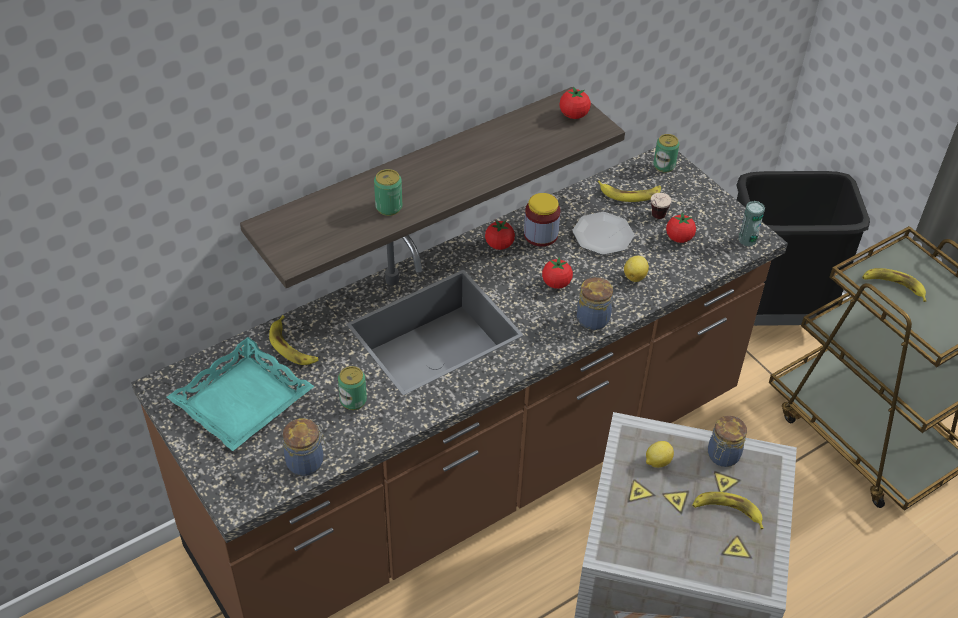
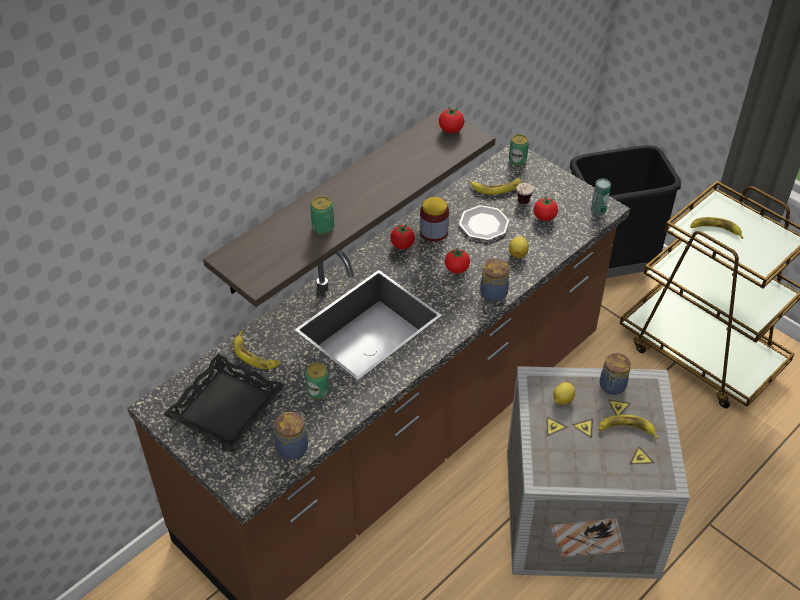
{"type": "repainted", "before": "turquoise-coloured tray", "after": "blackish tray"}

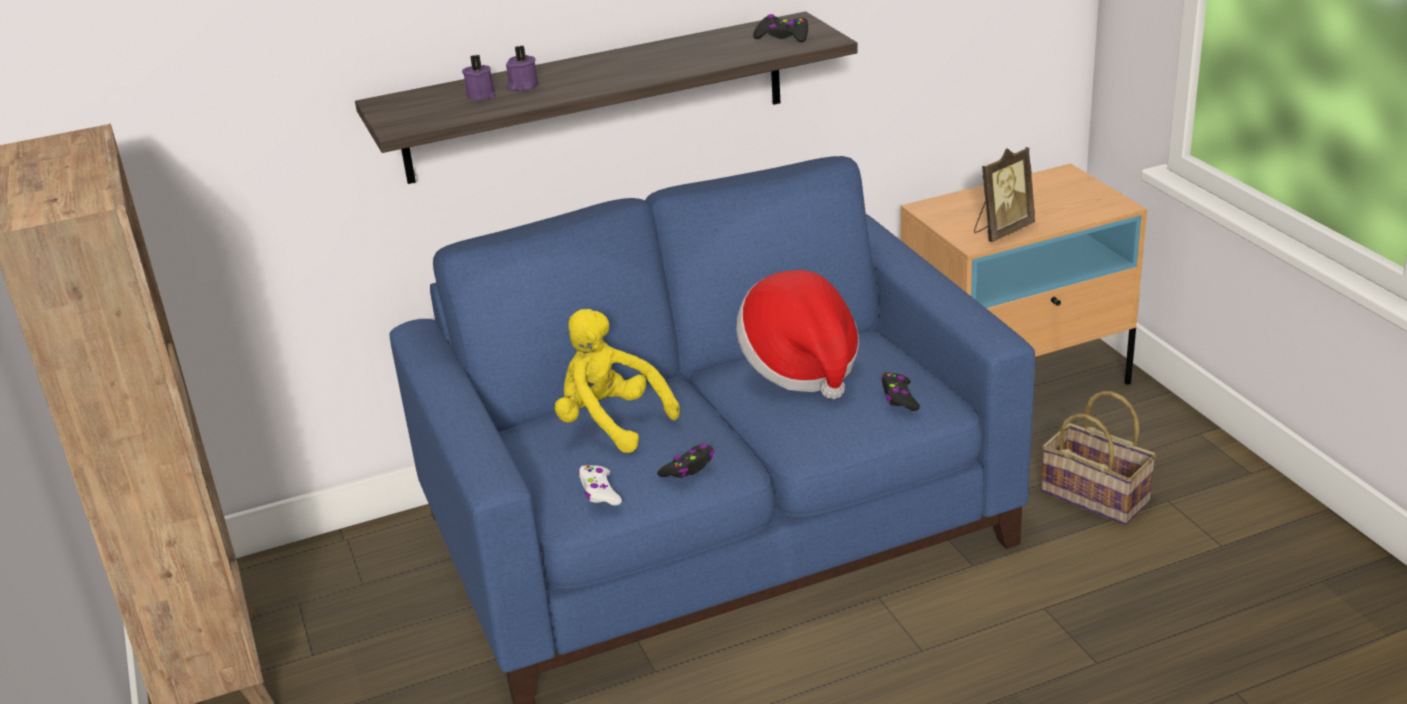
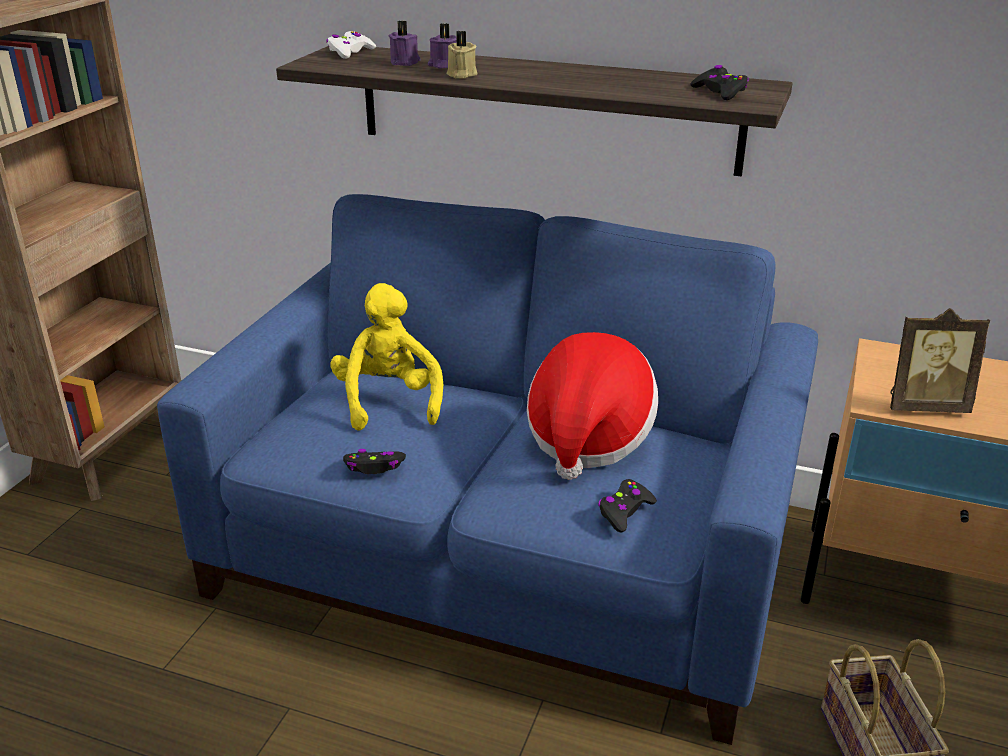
{"type": "shifted", "before": "white game controller"}
{"type": "new", "after": "sand-coloured wax candle"}

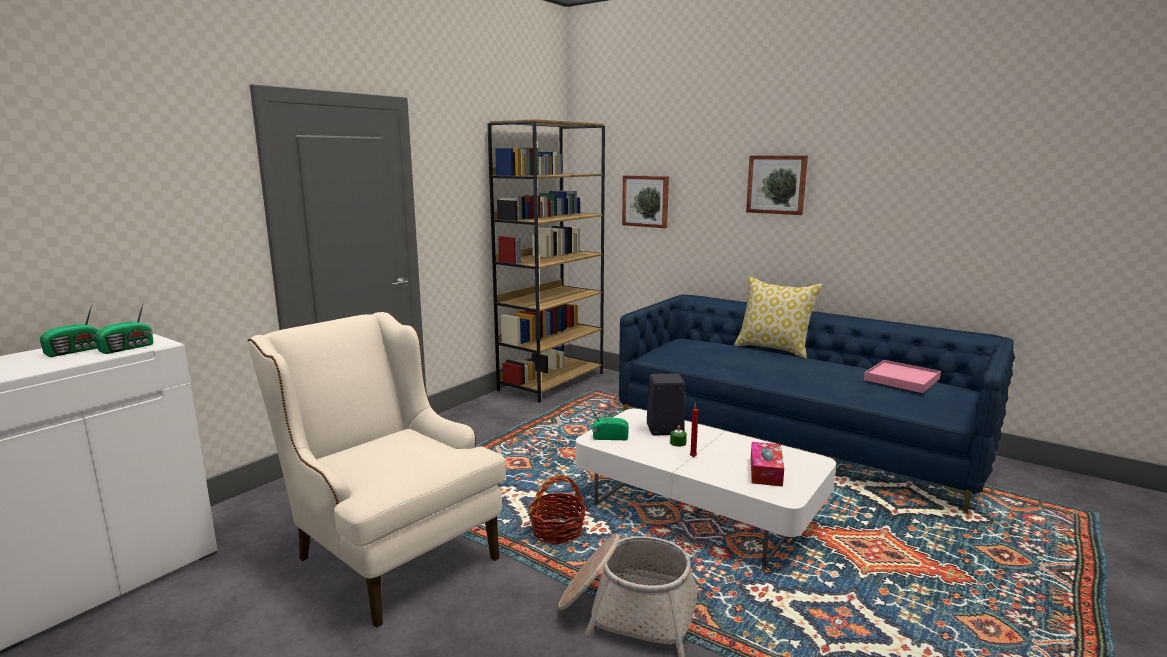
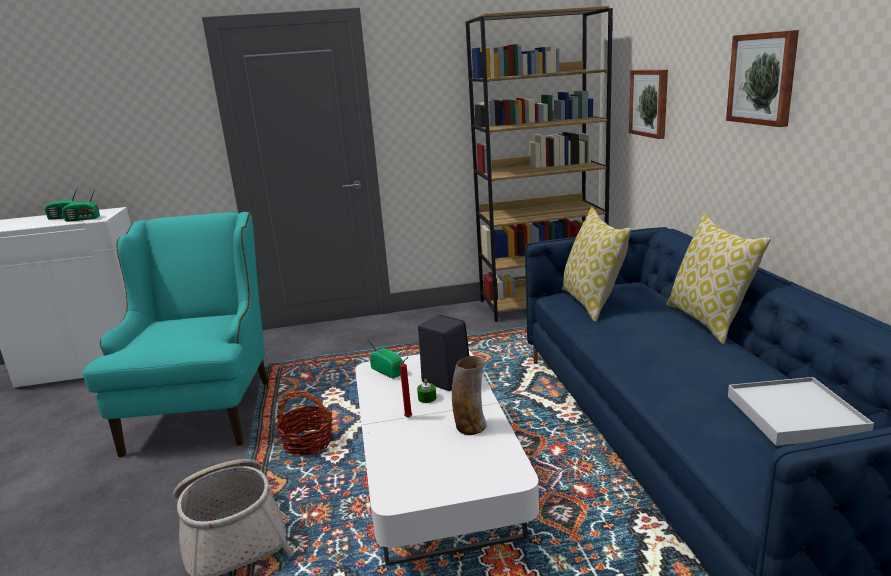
{"type": "repainted", "before": "sand-coloured easy chair", "after": "turquoise-coloured easy chair"}
{"type": "gone", "before": "tissue holder"}
{"type": "repainted", "before": "pinkish tray", "after": "white tray"}
{"type": "new", "after": "decorative vase"}
{"type": "new", "after": "throw pillow (no. 1 from left)"}

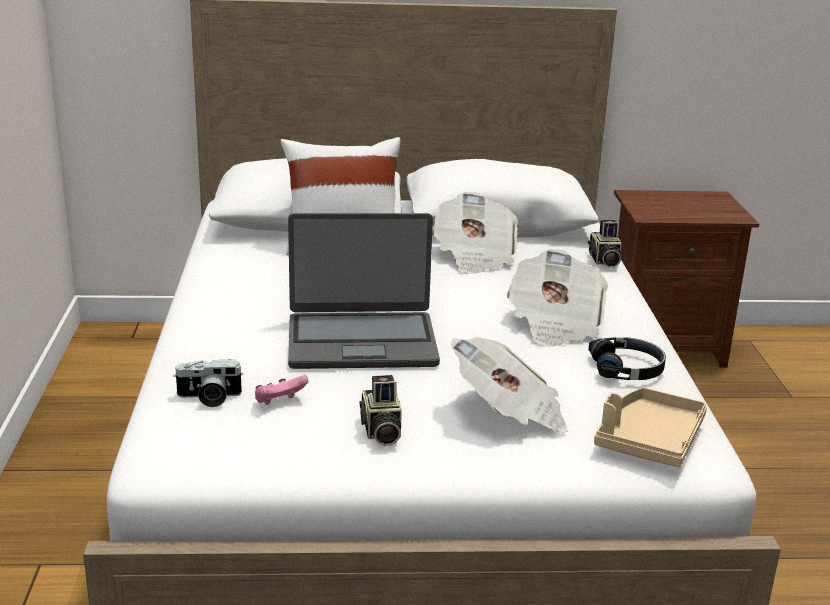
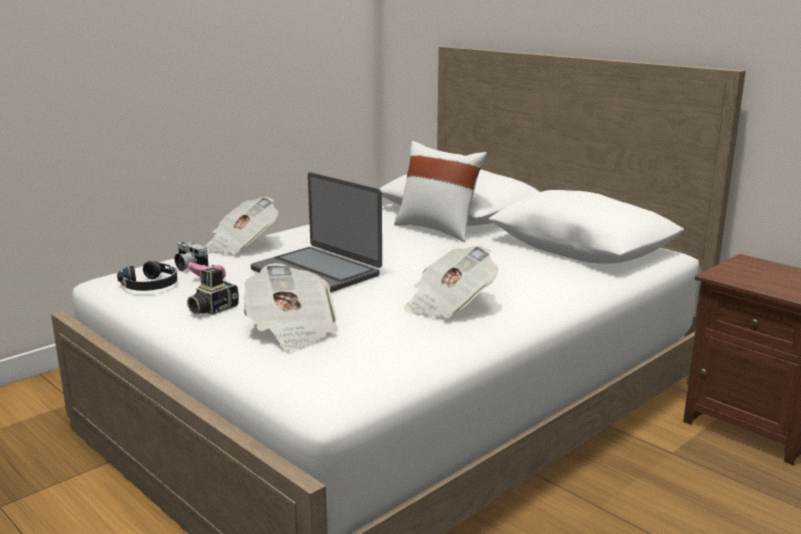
{"type": "shifted", "before": "daily paper (no. 1 from left)"}
{"type": "gone", "before": "photo camera (no. 3 from left)"}
{"type": "shifted", "before": "blackish pair of headphones"}
{"type": "gone", "before": "sand-coloured tray"}

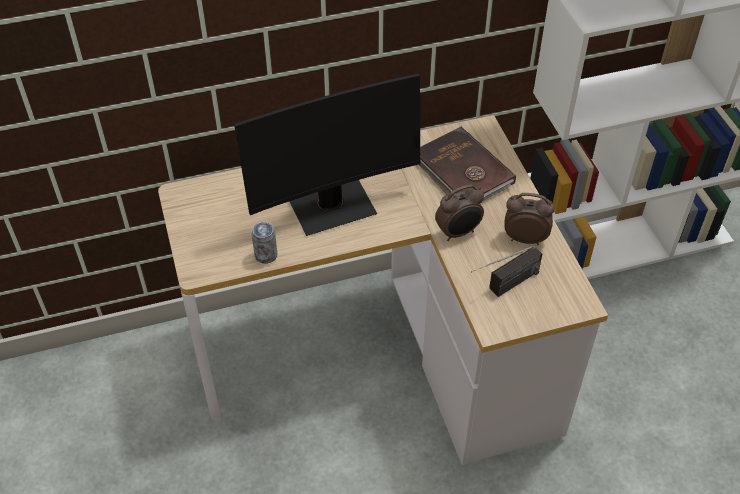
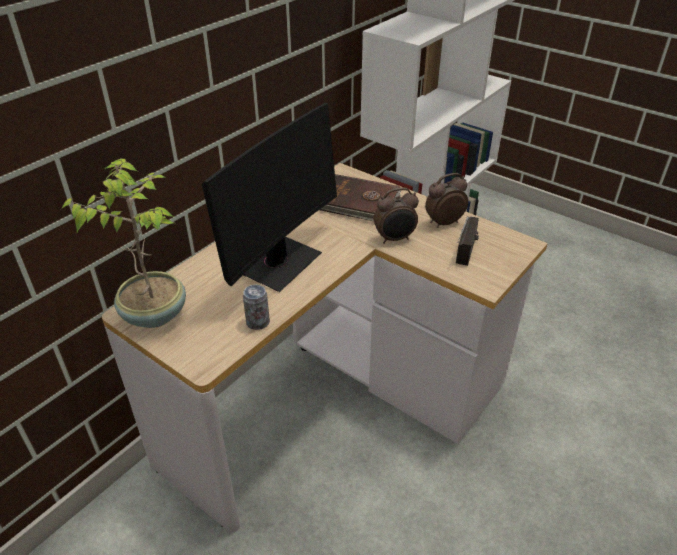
{"type": "rotated", "before": "bedside clock (no. 1 from left)", "turn": 45}
{"type": "new", "after": "houseplant"}

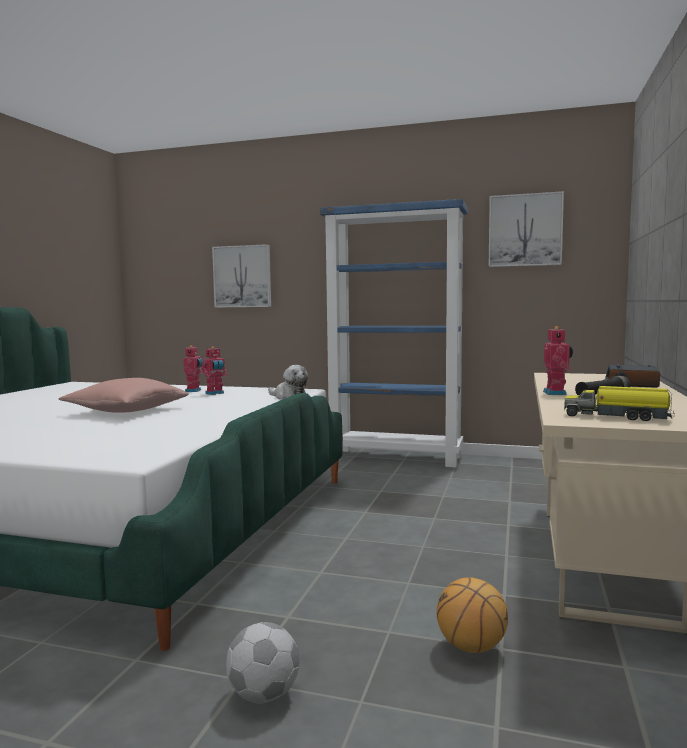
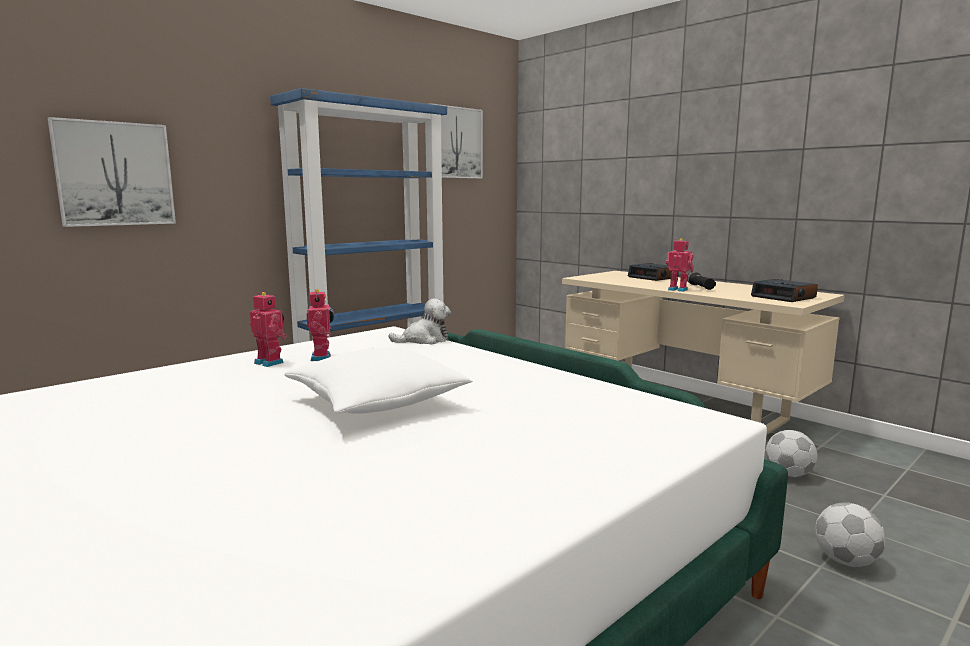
{"type": "repainted", "before": "pinkish throw pillow", "after": "white throw pillow"}
{"type": "swapped", "before": "ball for basketball", "after": "football (no. 1 from left)"}
{"type": "swapped", "before": "toy lorry", "after": "bedside clock (no. 2 from left)"}

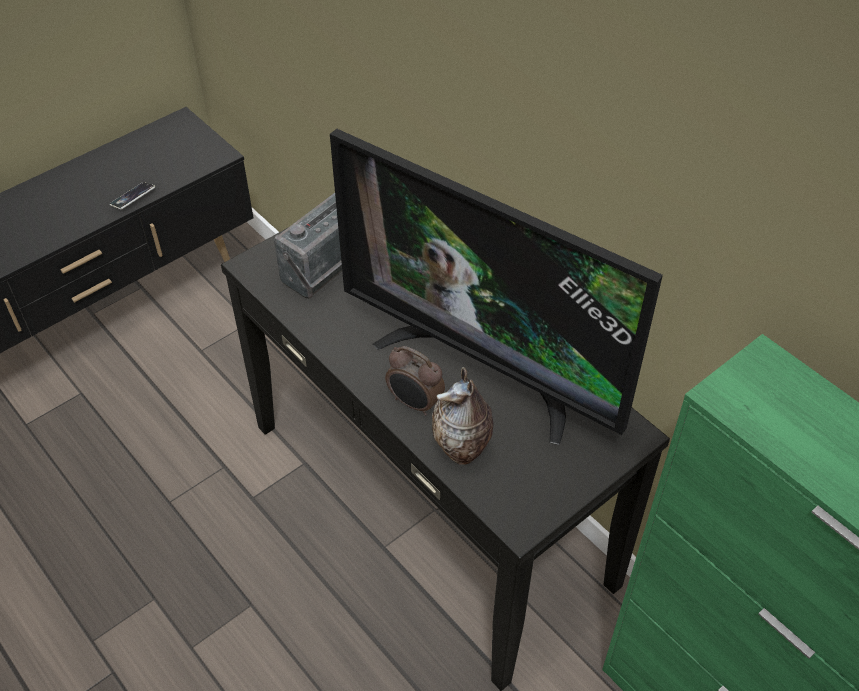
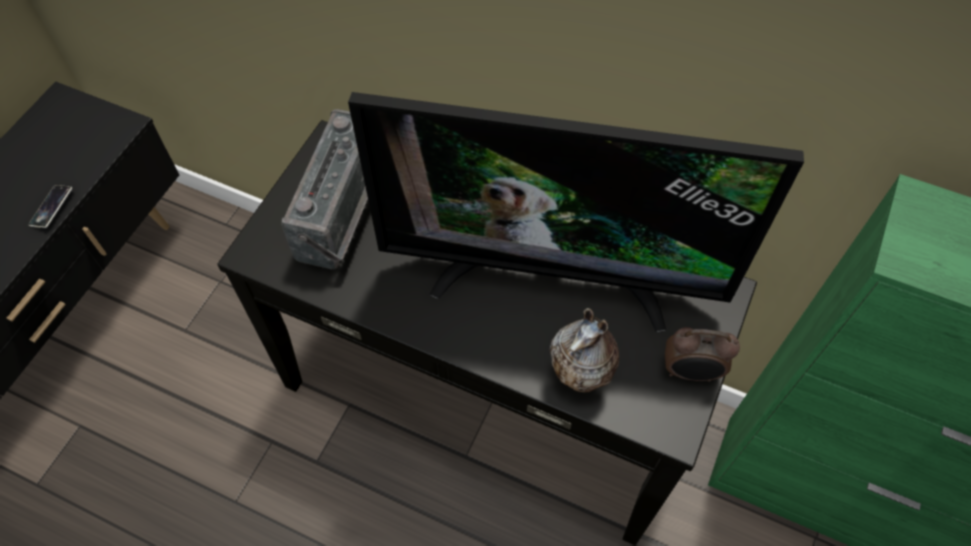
{"type": "shifted", "before": "bedside clock"}

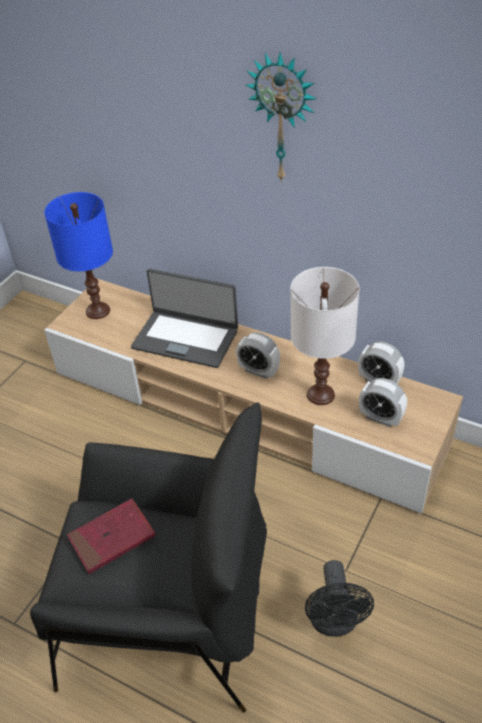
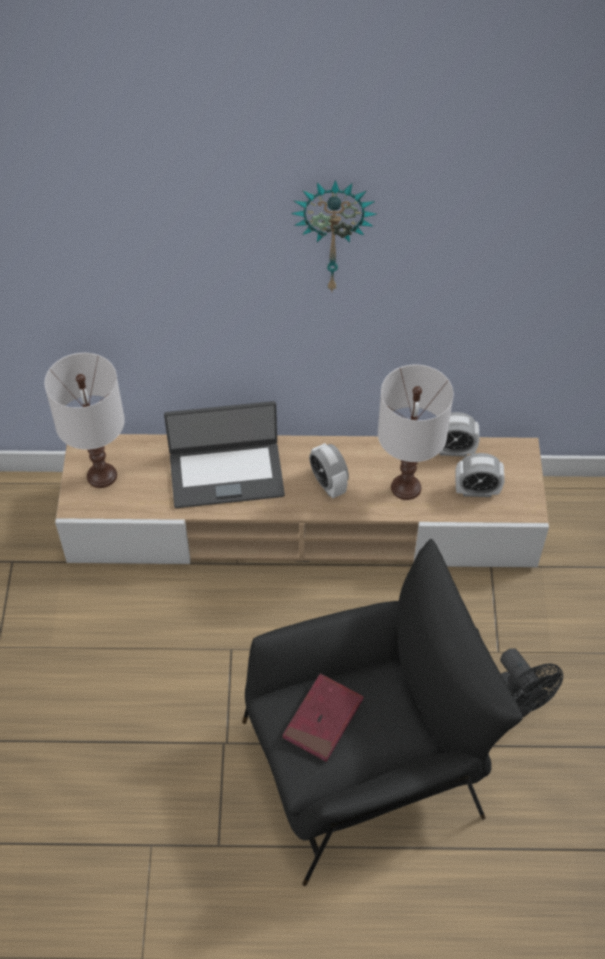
{"type": "repainted", "before": "blue-coloured table lamp", "after": "white table lamp (no. 1 from left)"}
{"type": "rotated", "before": "bedside clock (no. 1 from left)", "turn": 60}

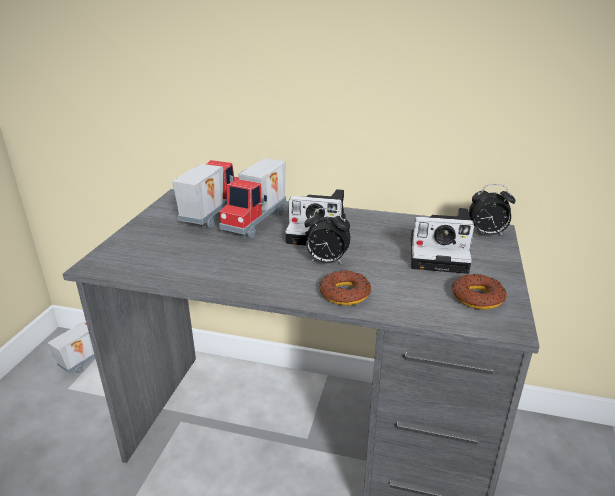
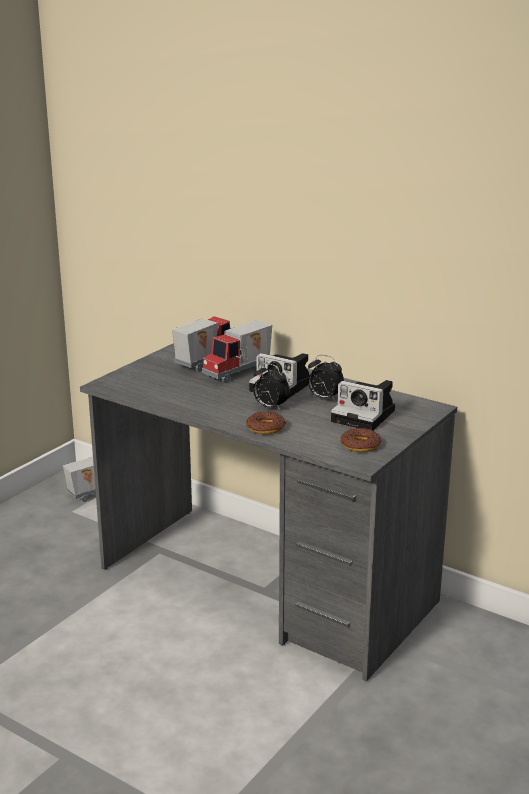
{"type": "shifted", "before": "bedside clock (no. 2 from left)"}

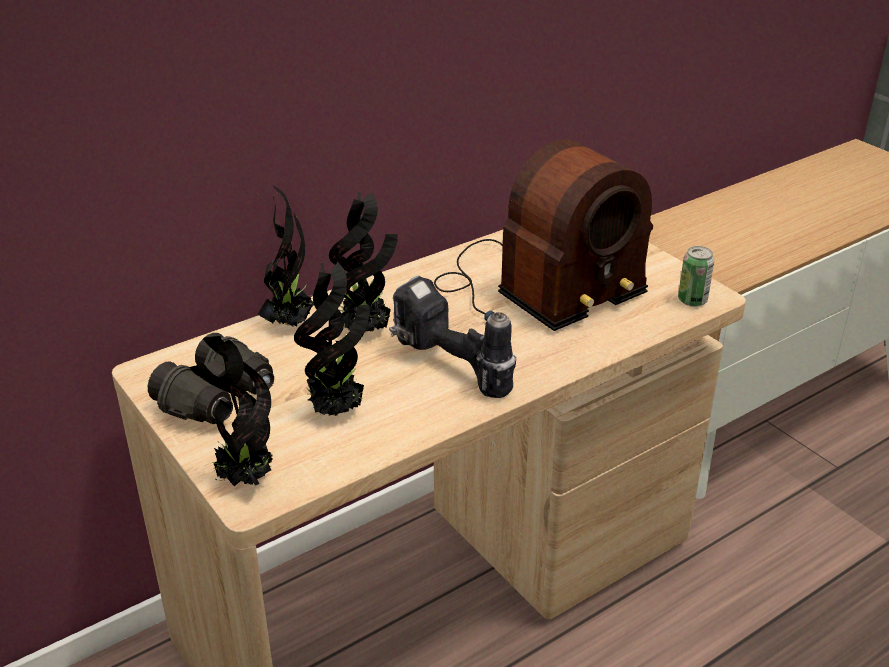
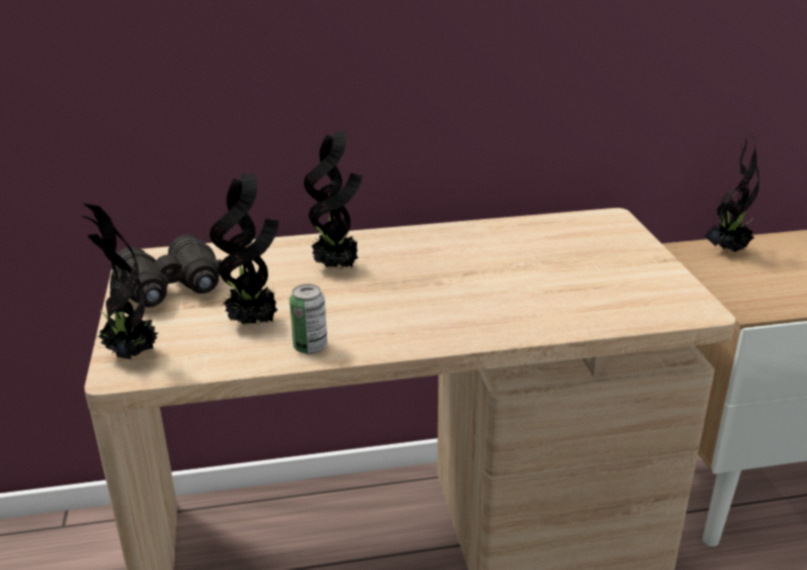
{"type": "shifted", "before": "houseplant (no. 2 from left in the first image)", "after": "houseplant (no. 4 from left)"}
{"type": "gone", "before": "electric drill"}
{"type": "gone", "before": "radio set"}
{"type": "shifted", "before": "metal can"}

